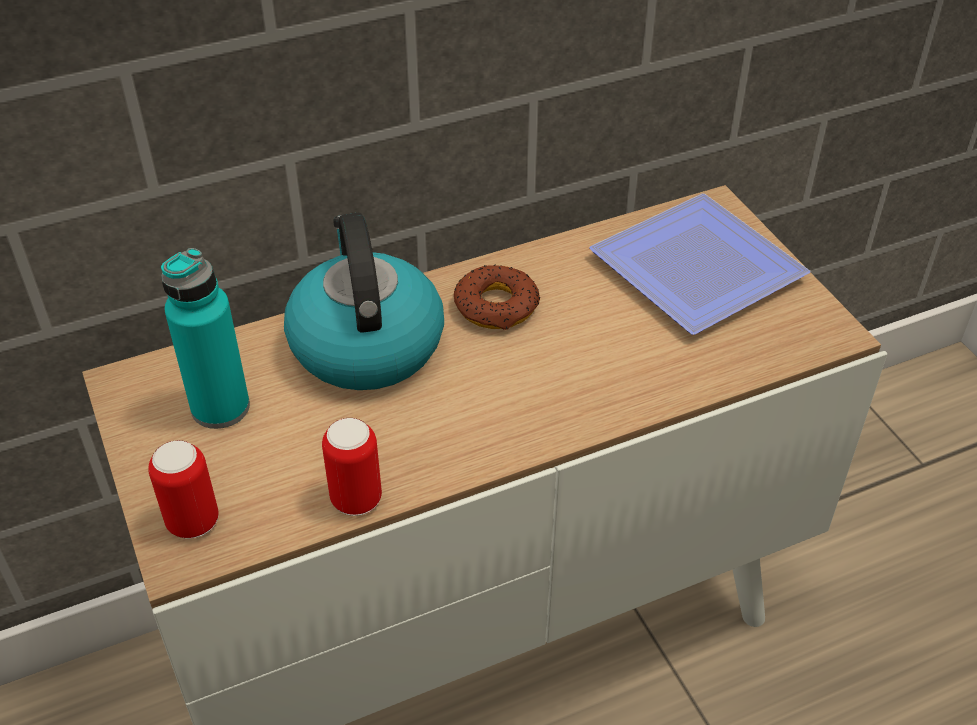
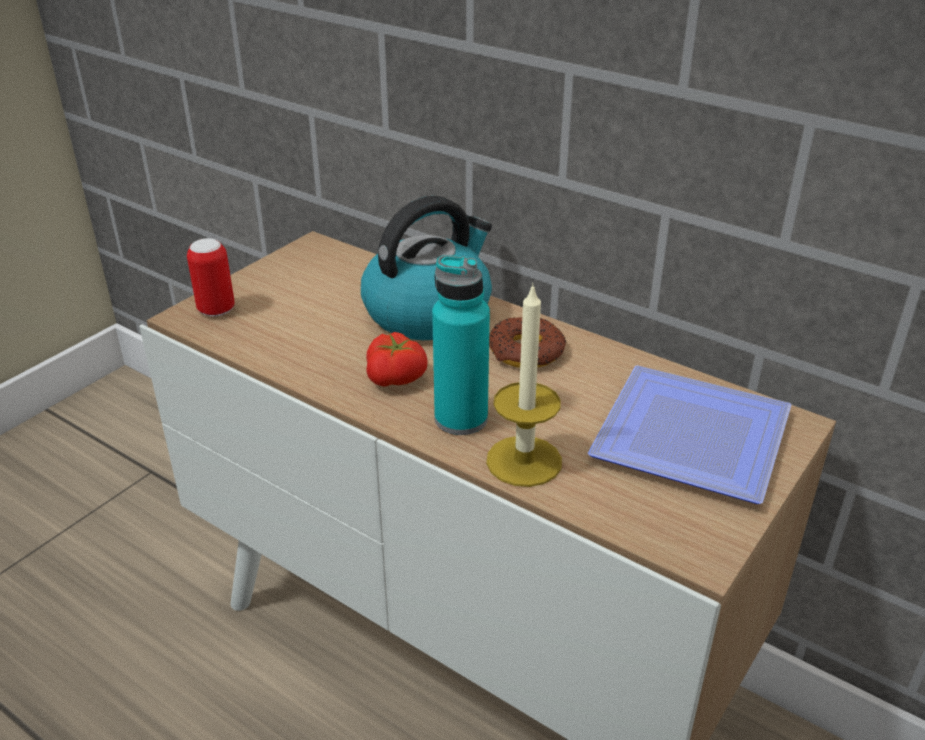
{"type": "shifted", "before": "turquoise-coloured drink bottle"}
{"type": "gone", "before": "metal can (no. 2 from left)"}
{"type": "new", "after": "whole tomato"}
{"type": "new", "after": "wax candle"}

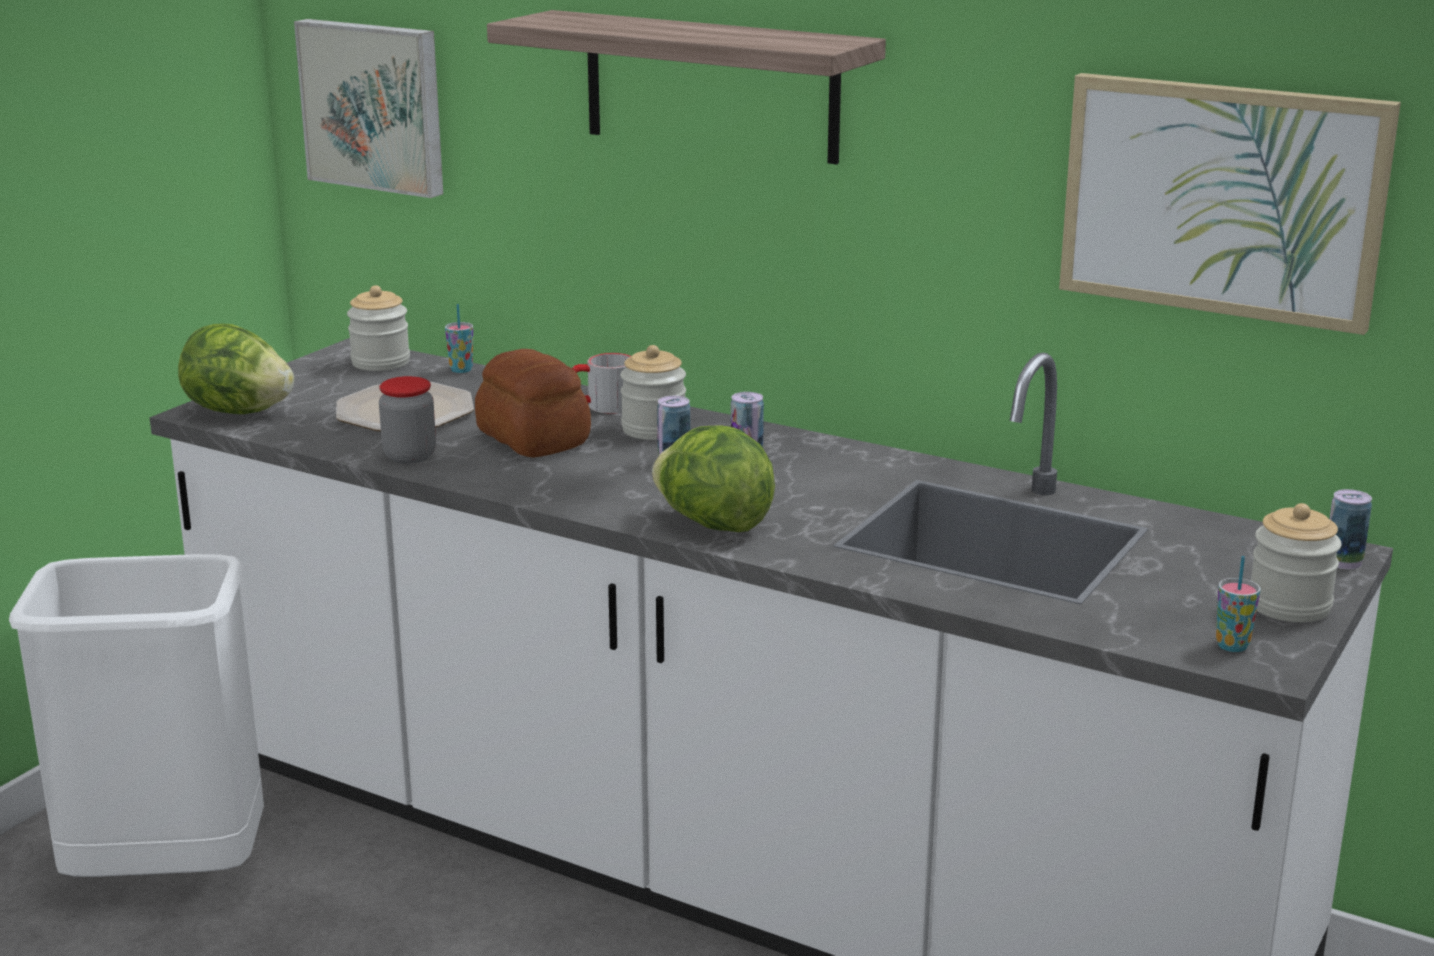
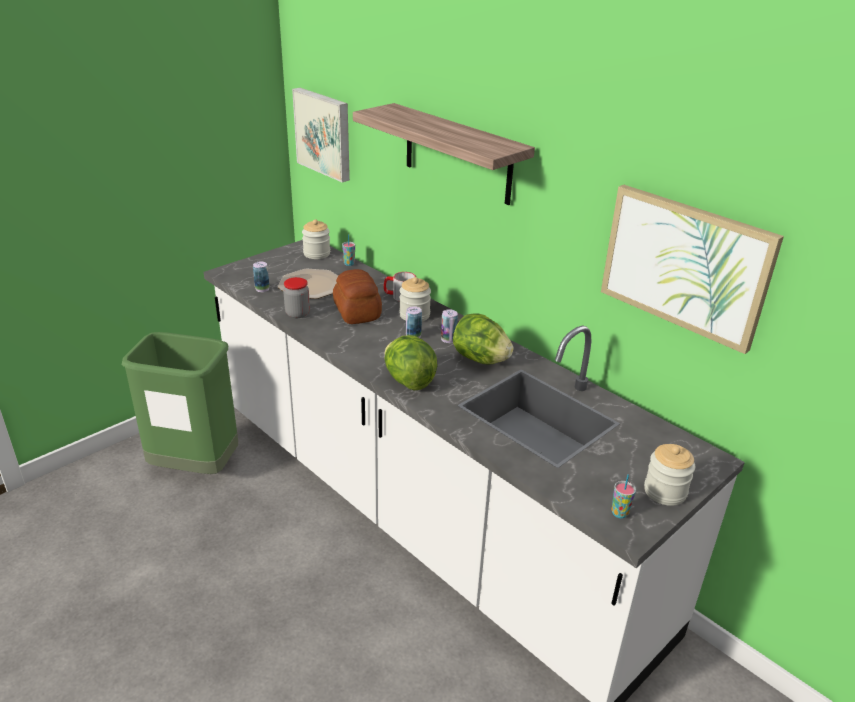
{"type": "repainted", "before": "white trash can", "after": "green-coloured trash can"}
{"type": "shifted", "before": "head of lettuce (no. 1 from left in the first image)", "after": "head of lettuce (no. 2 from left)"}
{"type": "shifted", "before": "metal can (no. 3 from left in the first image)", "after": "metal can (no. 1 from left)"}

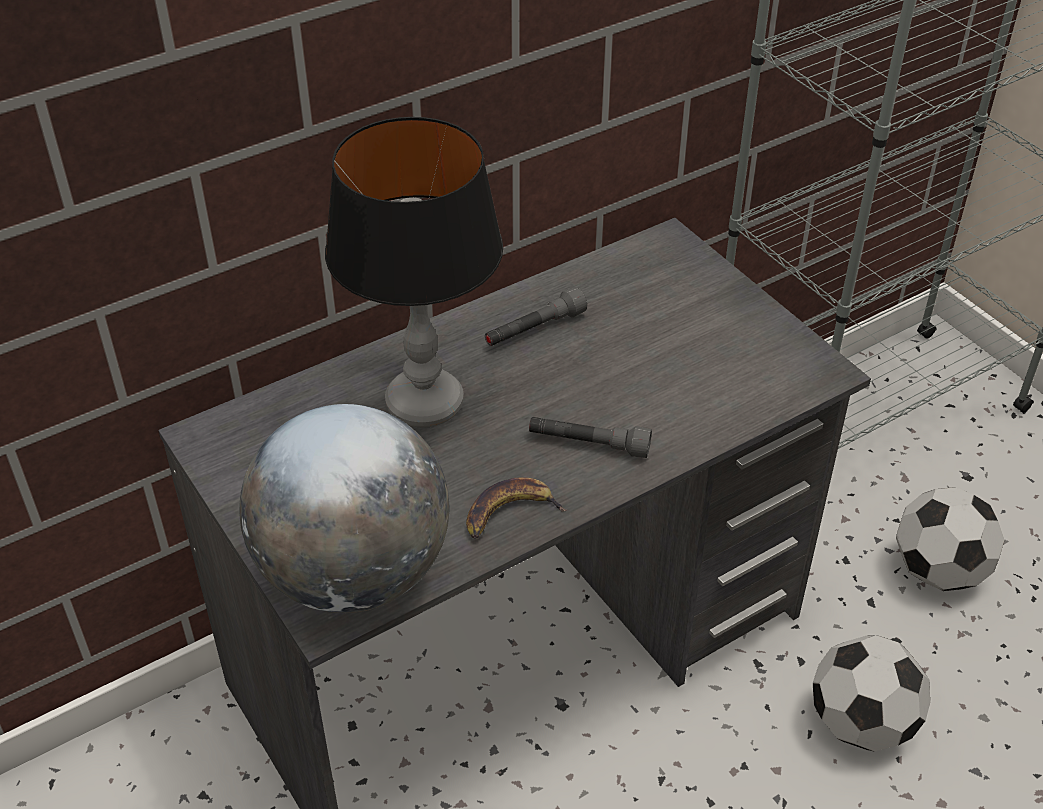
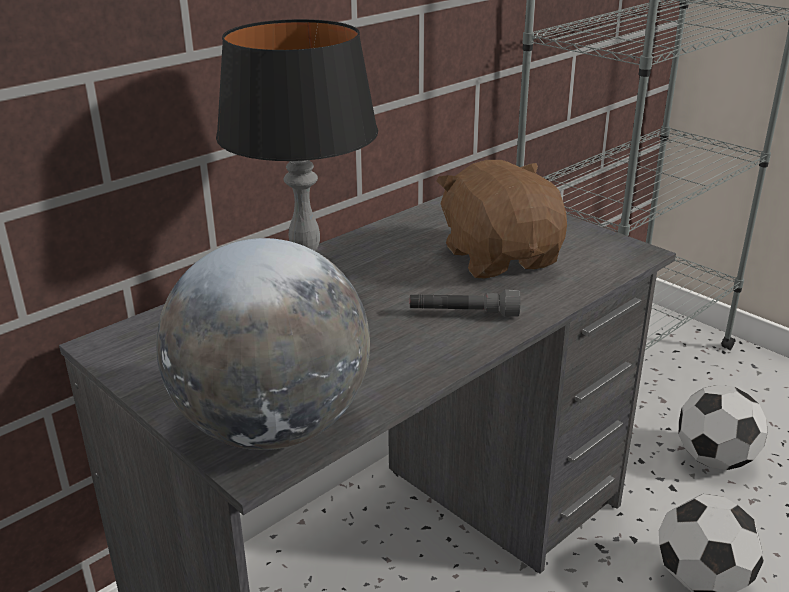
{"type": "gone", "before": "banana"}
{"type": "gone", "before": "greyish flashlight (no. 1 from left)"}
{"type": "new", "after": "brown-coloured plush toy"}

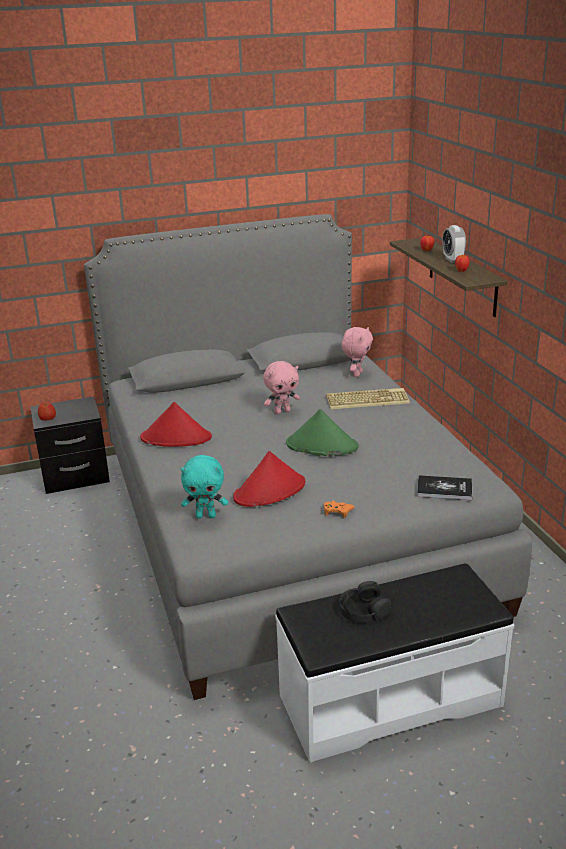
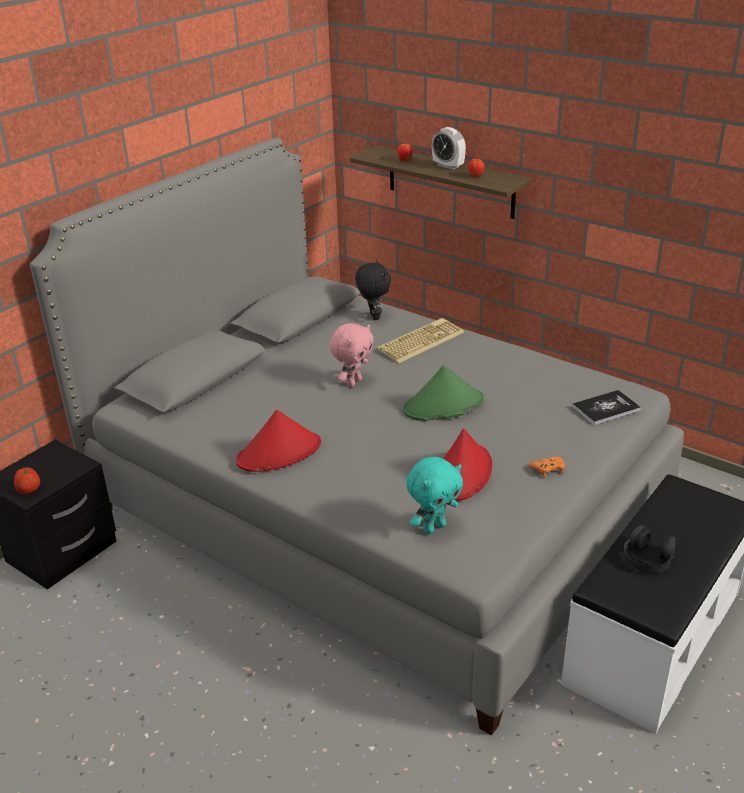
{"type": "repainted", "before": "pinkish plush toy (no. 2 from left)", "after": "blackish plush toy"}

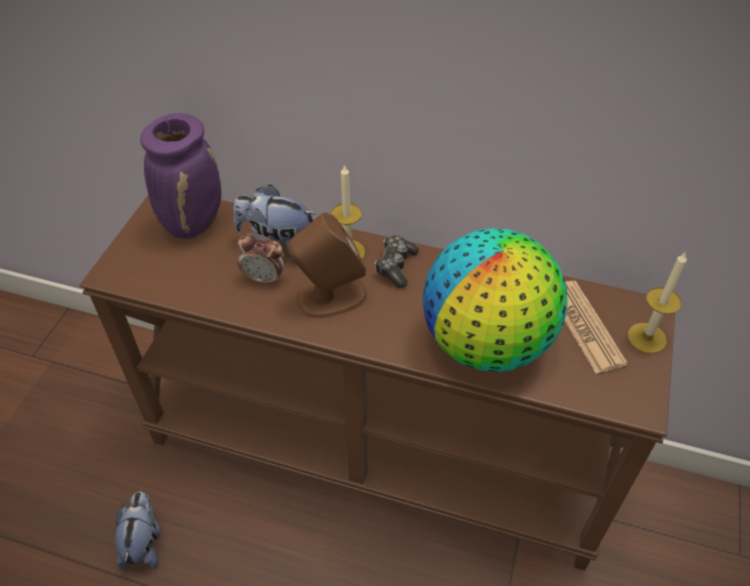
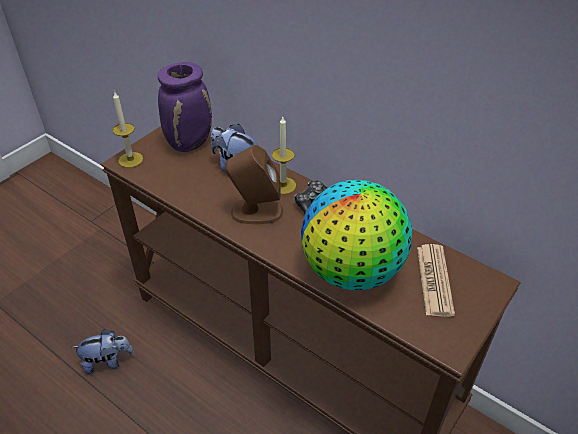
{"type": "rotated", "before": "plush toy (no. 1 from left)", "turn": 60}
{"type": "gone", "before": "bedside clock"}
{"type": "shifted", "before": "wax candle (no. 2 from left in the first image)", "after": "wax candle (no. 1 from left)"}

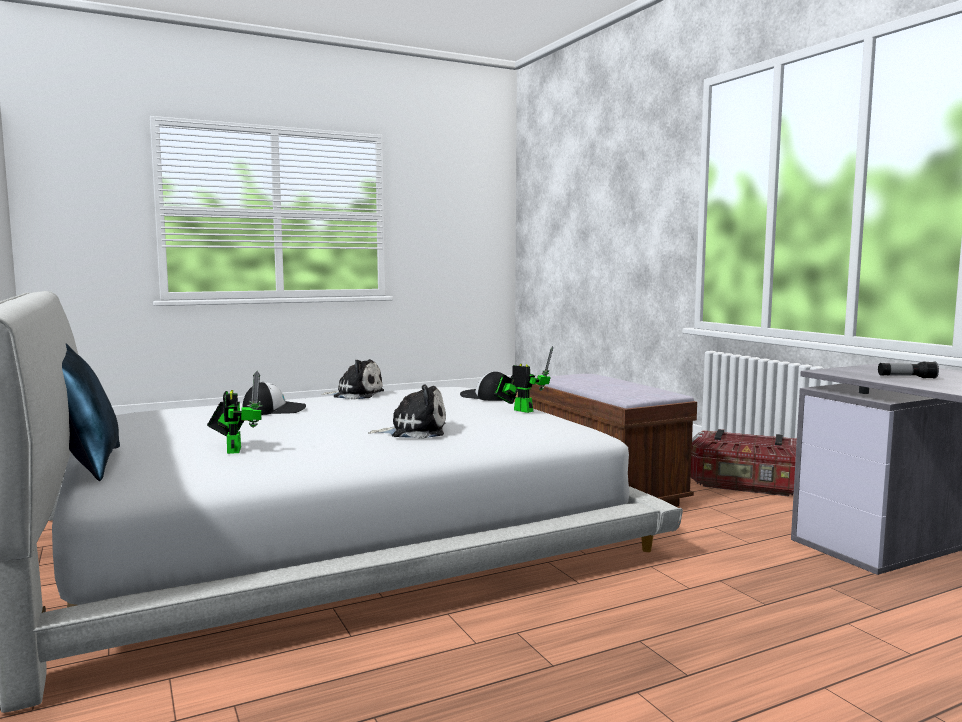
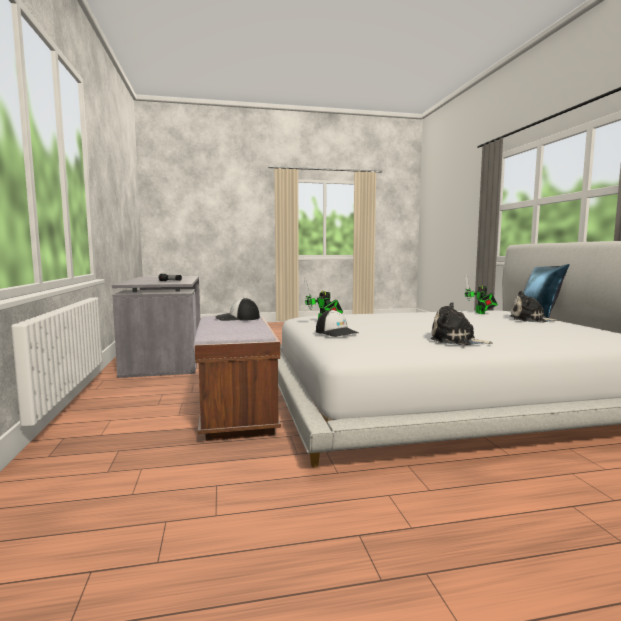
{"type": "shifted", "before": "peaked cap (no. 1 from left)"}
{"type": "shifted", "before": "plush toy (no. 2 from left)"}
{"type": "gone", "before": "storage container"}

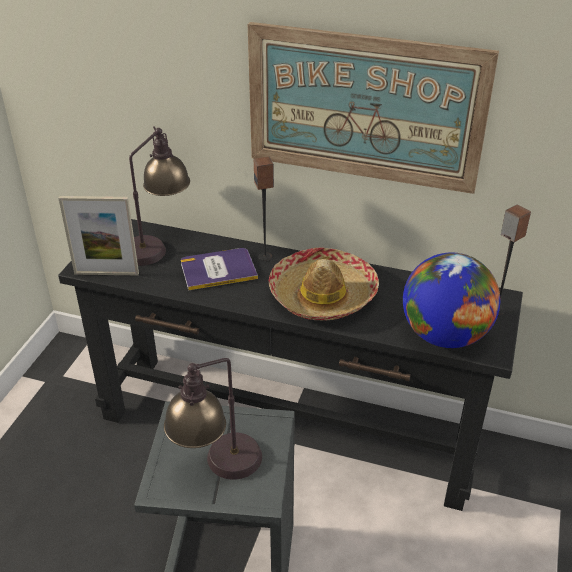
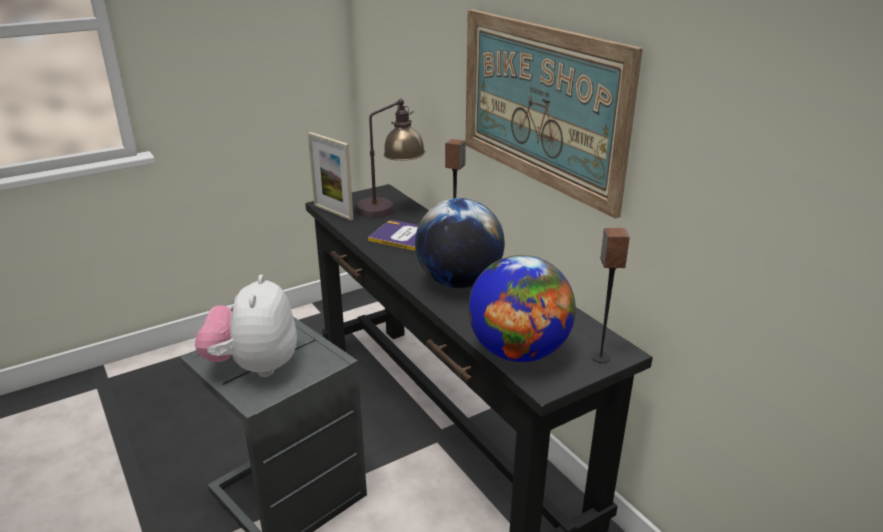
{"type": "swapped", "before": "table lamp (no. 2 from left)", "after": "plush toy"}
{"type": "swapped", "before": "clothing hat", "after": "world globe (no. 1 from left)"}

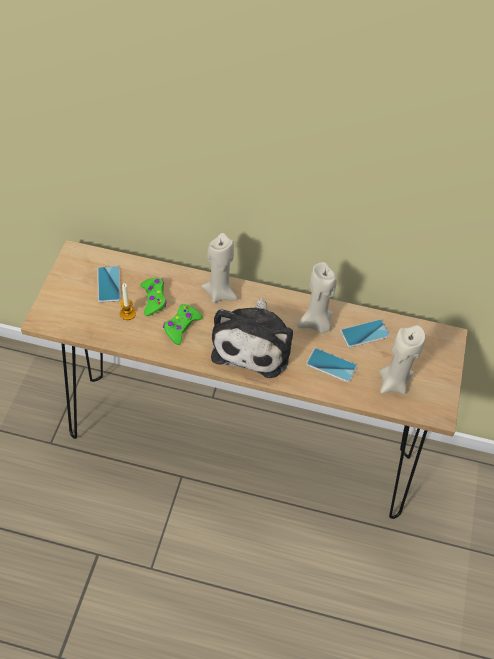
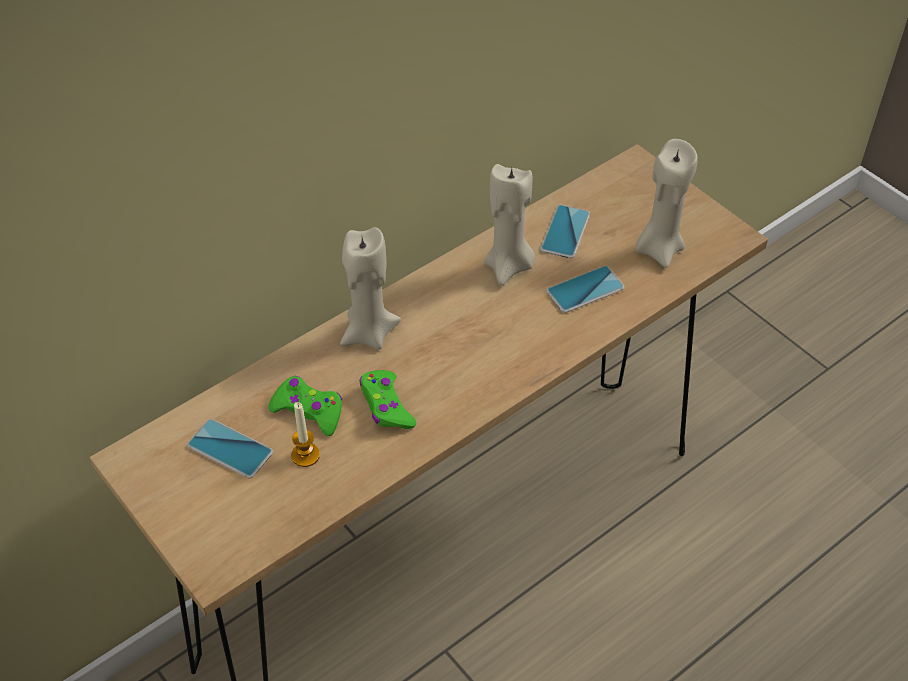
{"type": "gone", "before": "plush toy"}

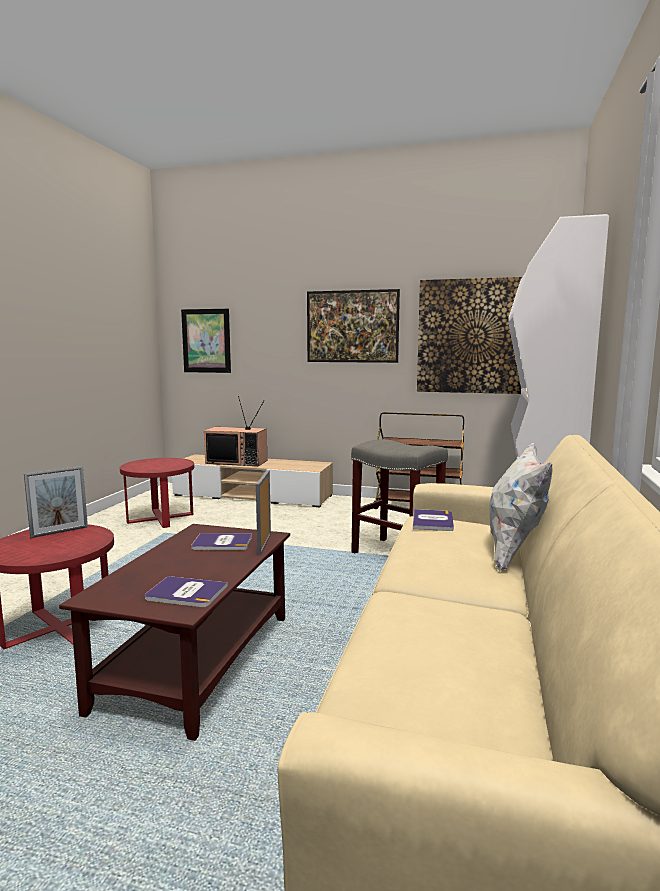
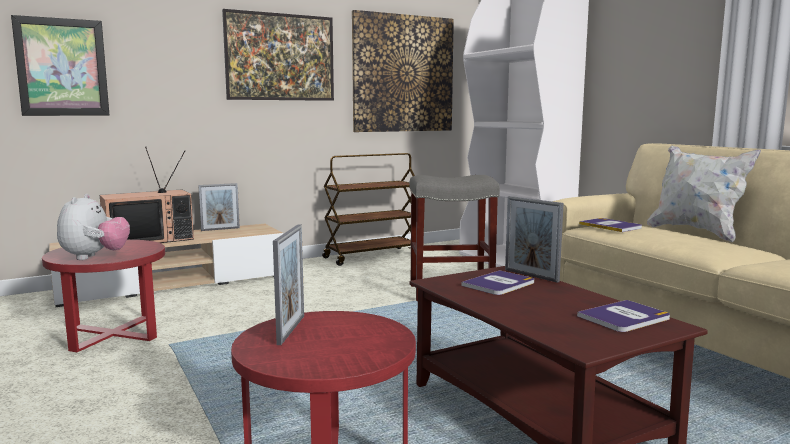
{"type": "new", "after": "plush toy"}
{"type": "new", "after": "photo frame (no. 1 from left)"}

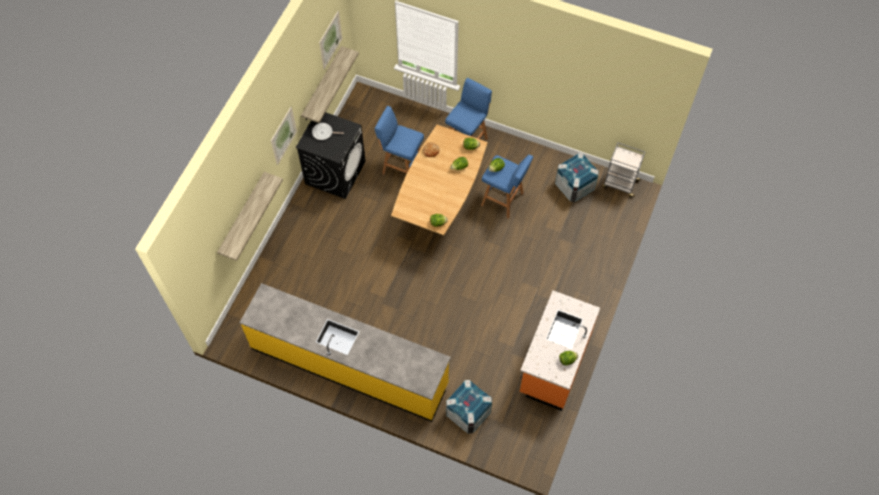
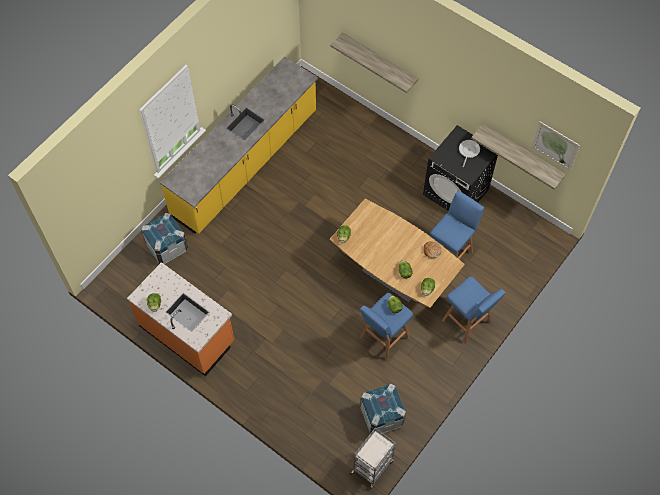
{"type": "gone", "before": "wall picture (no. 1 from left)"}

